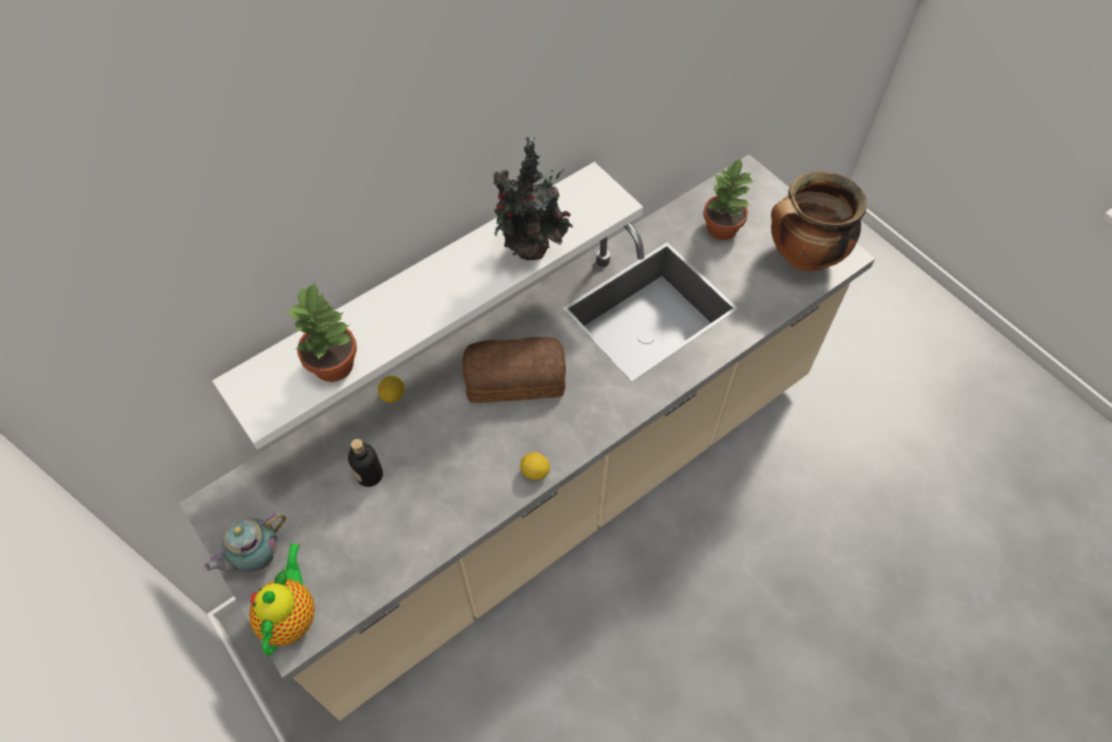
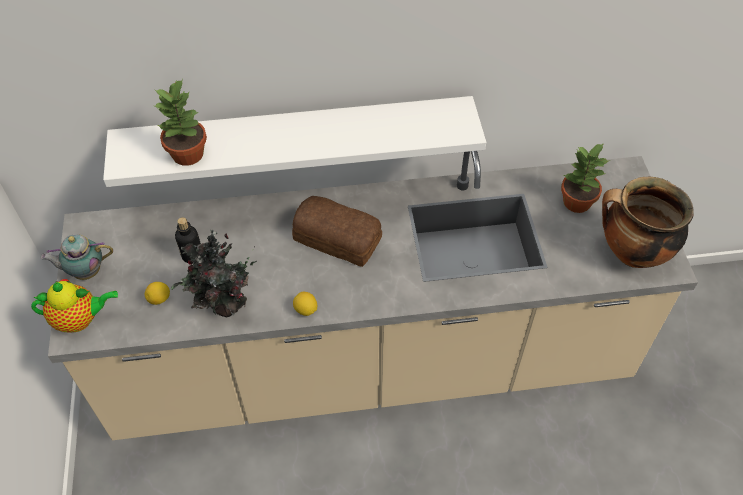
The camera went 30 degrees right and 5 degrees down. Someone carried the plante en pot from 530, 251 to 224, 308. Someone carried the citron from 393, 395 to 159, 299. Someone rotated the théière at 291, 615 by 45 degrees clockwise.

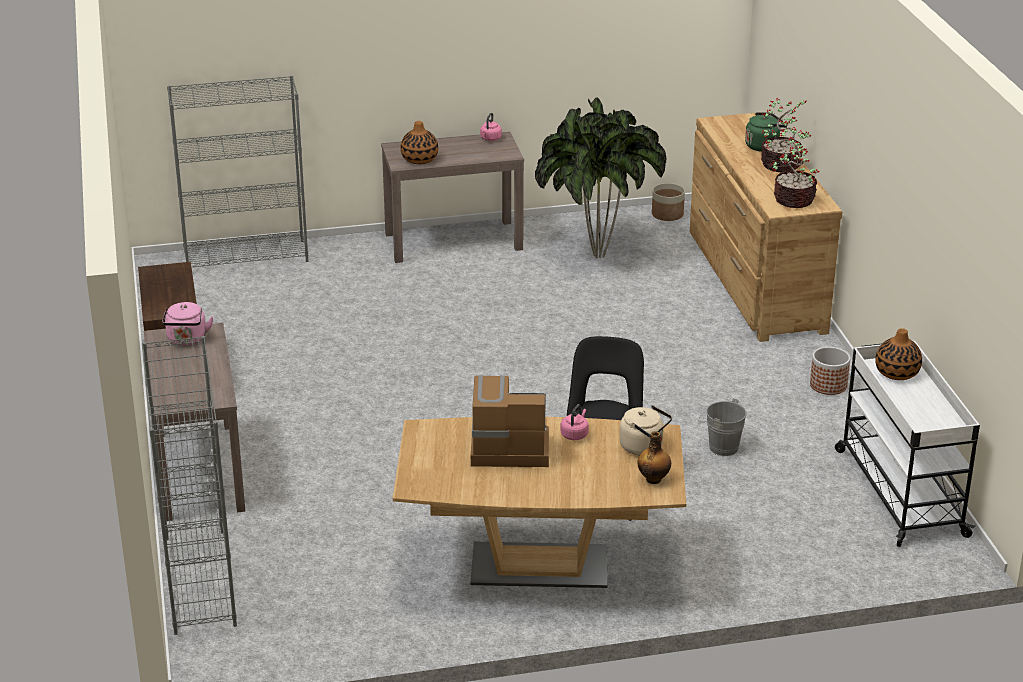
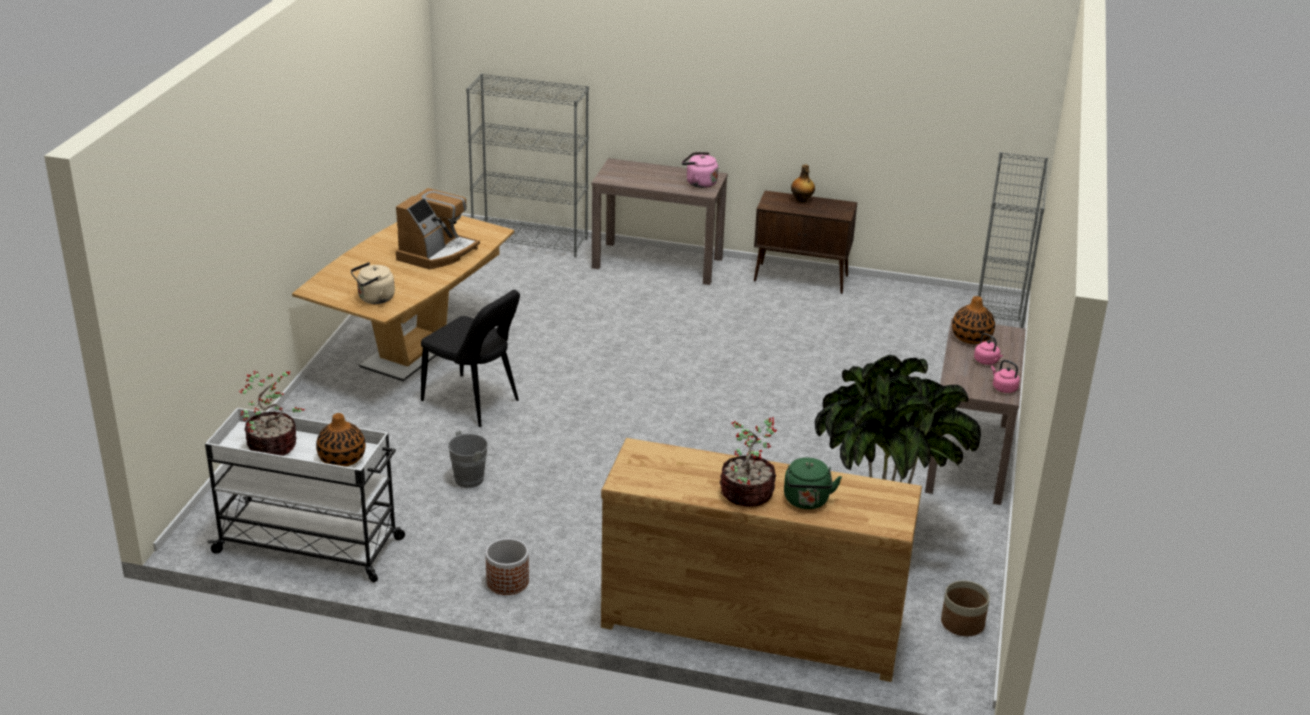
The camera went 115 degrees right and 0 degrees up. Someone carried the plante en pot from 793, 199 to 274, 446. Someone carried the bouilloire/rose from 575, 434 to 987, 361. Someone carried the bouteille from 654, 479 to 801, 200.

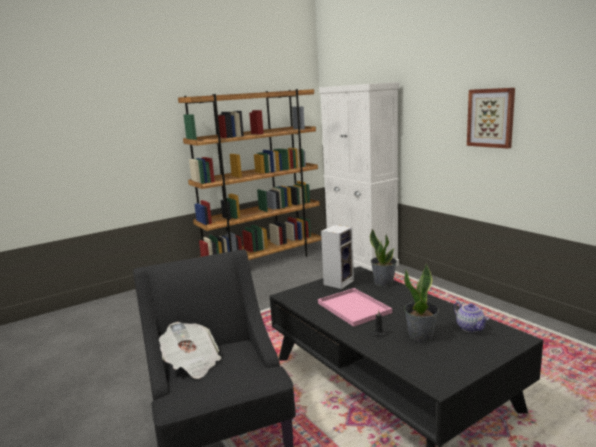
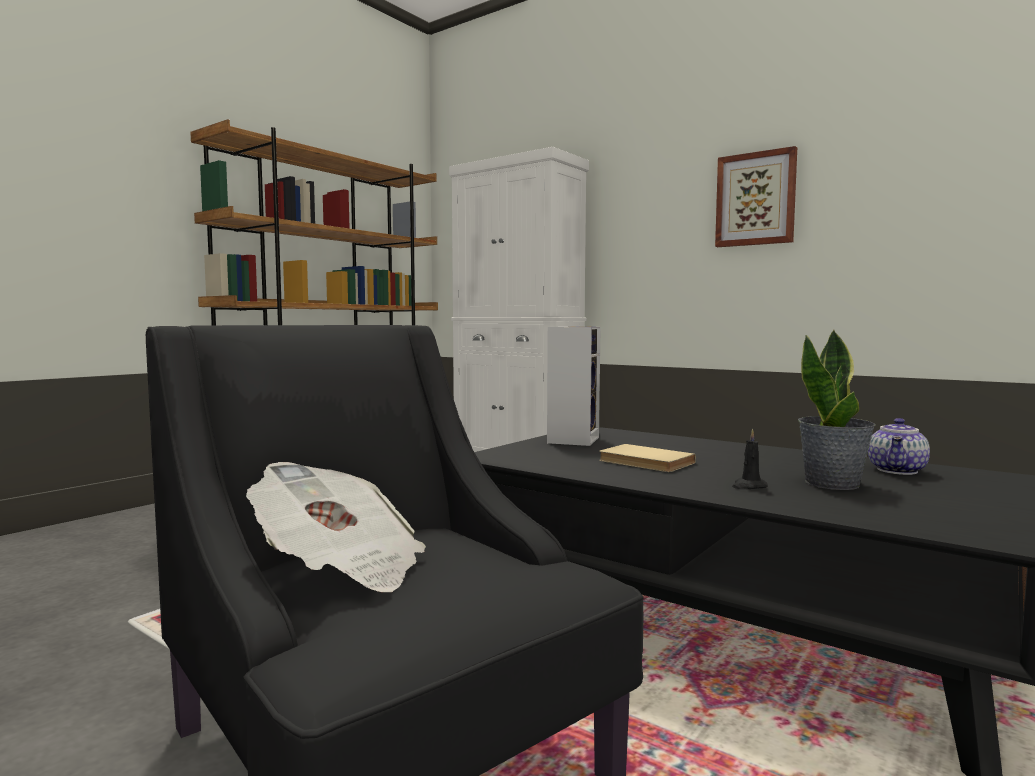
The camera went 20 degrees left and 10 degrees down. Someone took away the plante en pot at 383, 282. Someone swapped the plateau/rose at 352, 307 for the livre/beige at 644, 462. Someone rotated the théière at 470, 328 by 75 degrees clockwise.

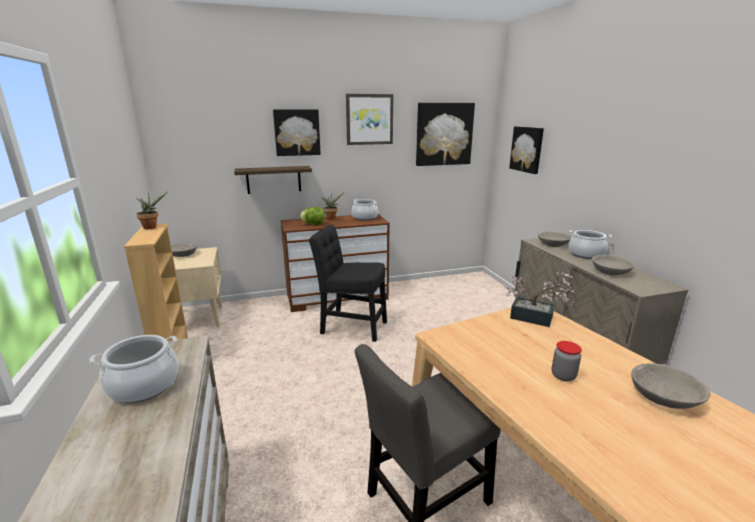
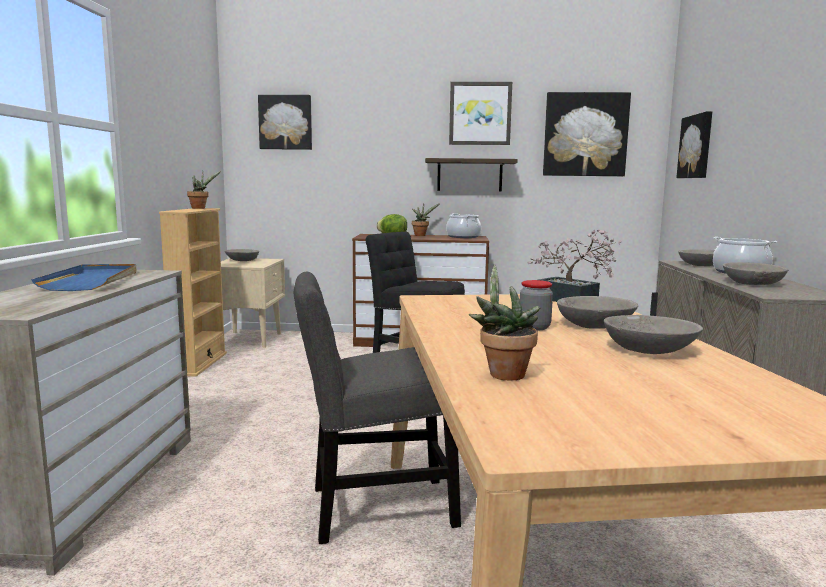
The camera went 20 degrees right and 10 degrees down. Someone carried the tableau from 297, 132 to 285, 122. Someone carried the étagère from 273, 179 to 469, 175. Someone swapped the marmite at 144, 385 for the plateau/bleu at 92, 281. Someone put down the plante en pot at 503, 373. Someone put down the bol/gris at 595, 325.

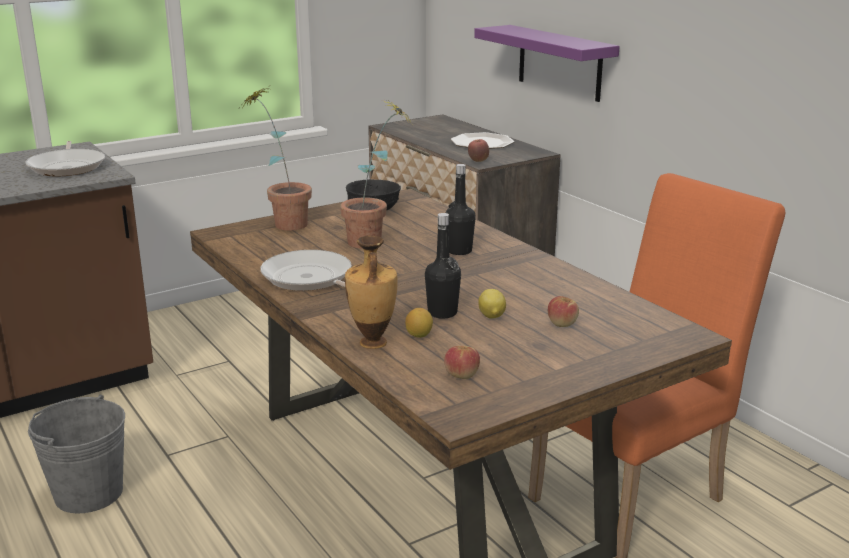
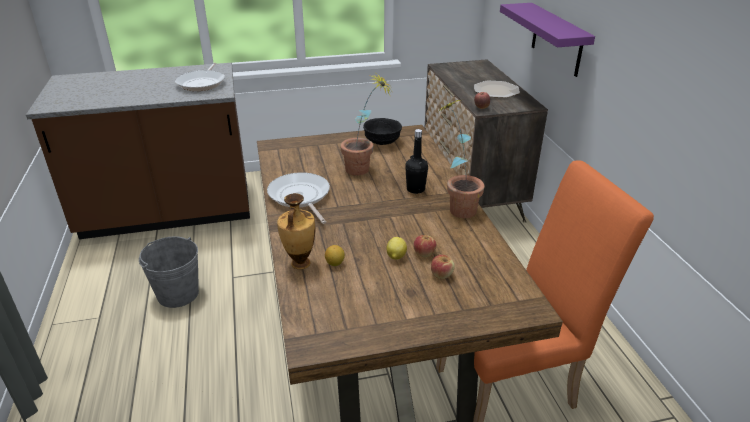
The camera went 20 degrees right and 10 degrees up. Someone carried the plante en pot from 282, 223 to 456, 207. Someone took away the bouteille/noir at 442, 313. Someone carried the pomme from 461, 374 to 424, 253.

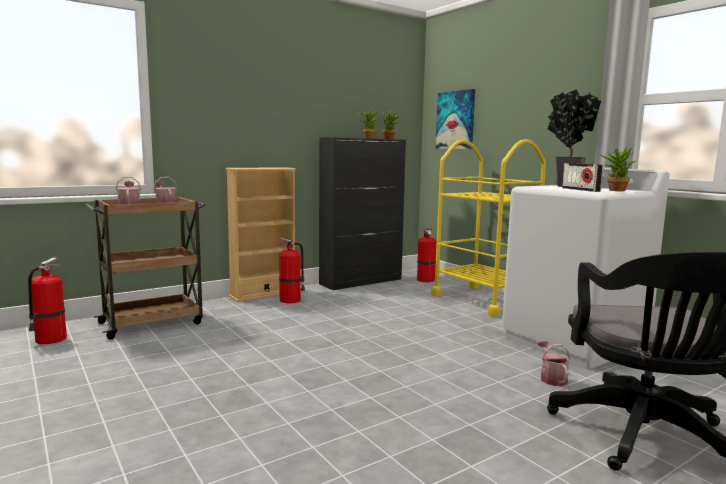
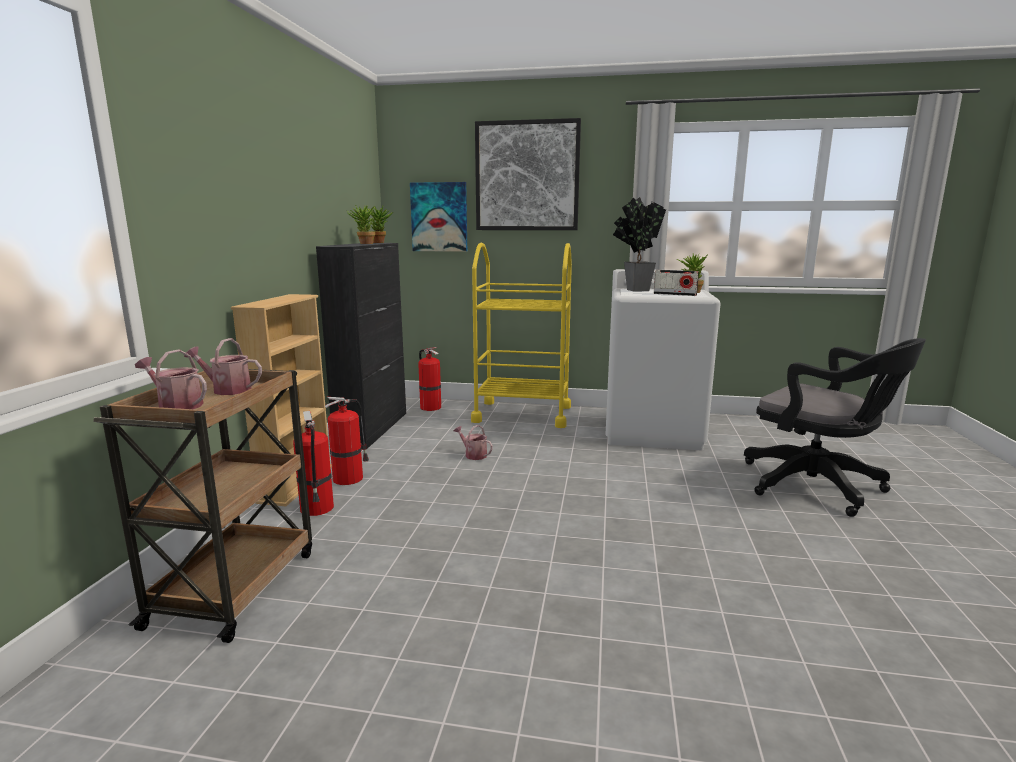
The camera went 45 degrees left and 5 degrees up. Someone carried the extincteur from 49, 339 to 317, 508. Someone carried the arrosoir from 551, 378 to 473, 455. Someone put up the tableau at 527, 176.

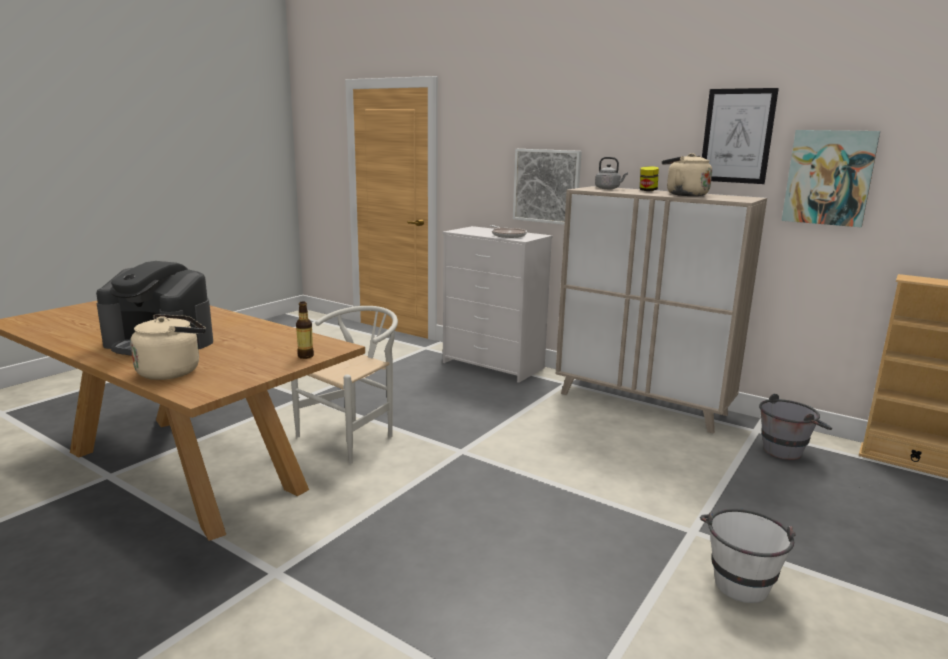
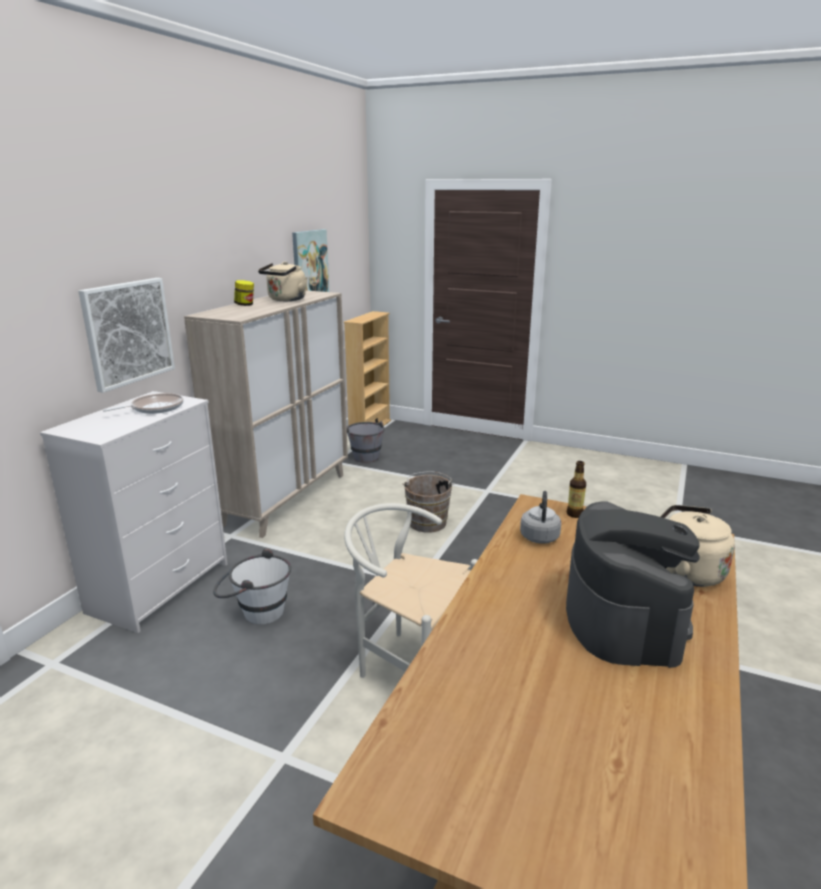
The camera went 100 degrees left and 5 degrees up. Someone took away the tableau at 737, 136. Someone carried the bouilloire/gris from 608, 189 to 539, 536. Someone carried the seau/blanc from 739, 578 to 255, 612. Someone put down the seau/marron at 428, 521.

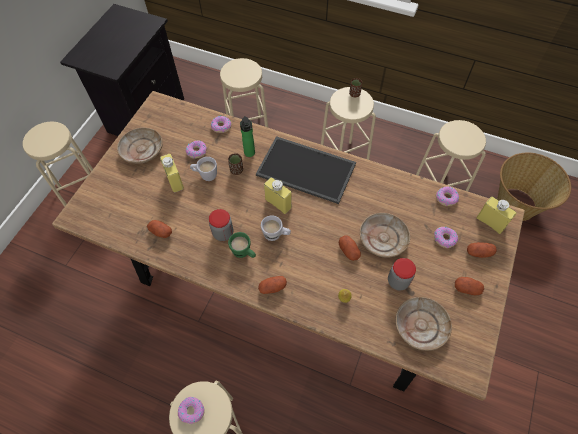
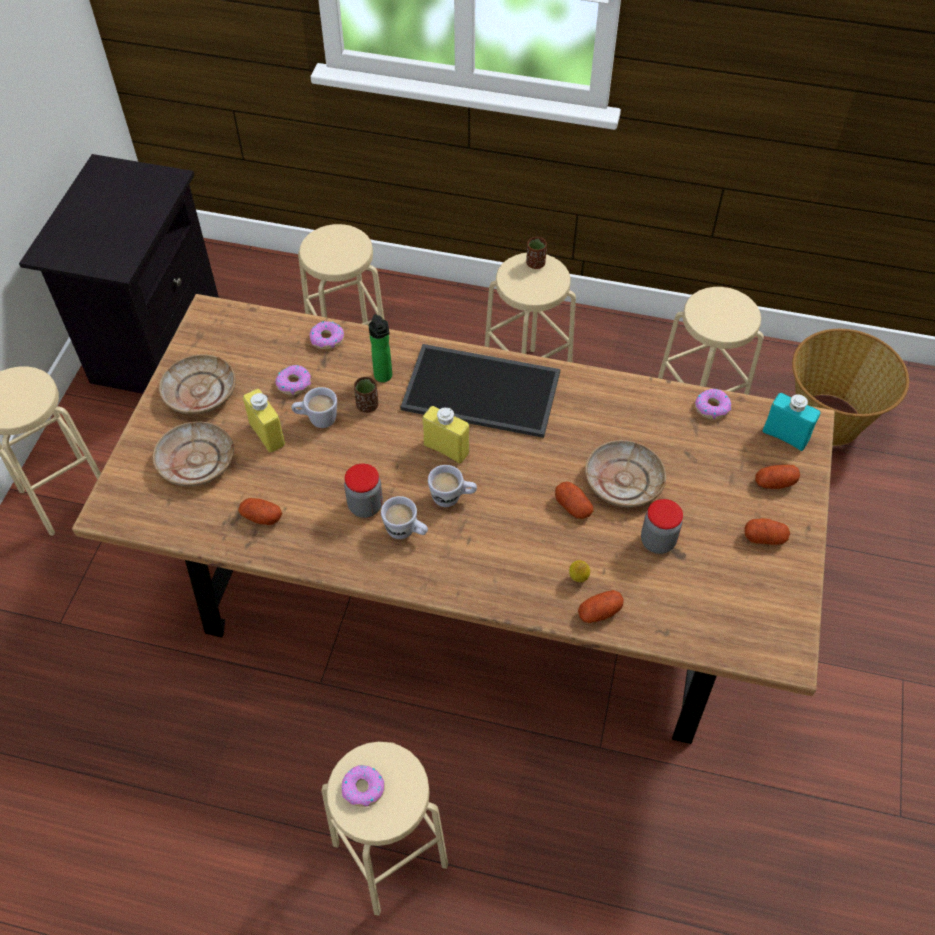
The camera went 10 degrees left and 5 degrees down. Someone repainted the bouteille/jaune at 490, 222, which became the bouteille/turquoise at 785, 436. Someone took away the beignet at 444, 238. Someone repainted the mug/vert at 244, 253, which became the mug/blanc at 406, 532. Someone carried the pomme de terre from 272, 287 to 599, 612. Someone carried the assiette/beige from 420, 326 to 195, 461.

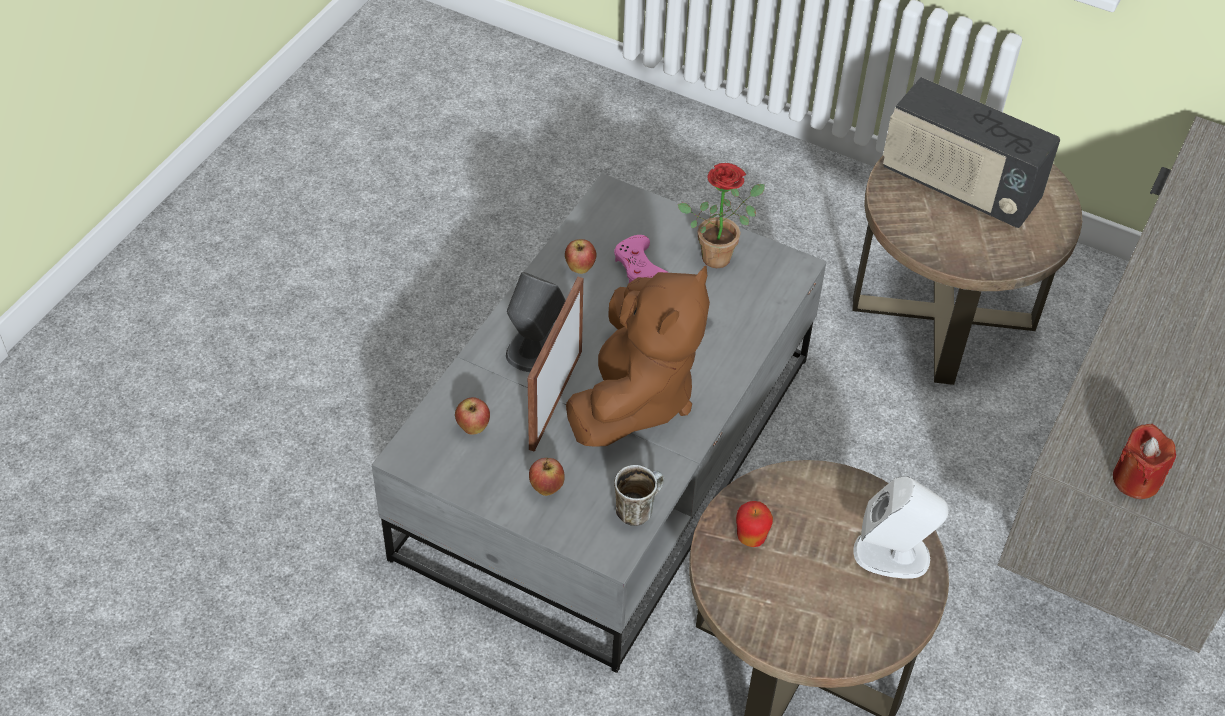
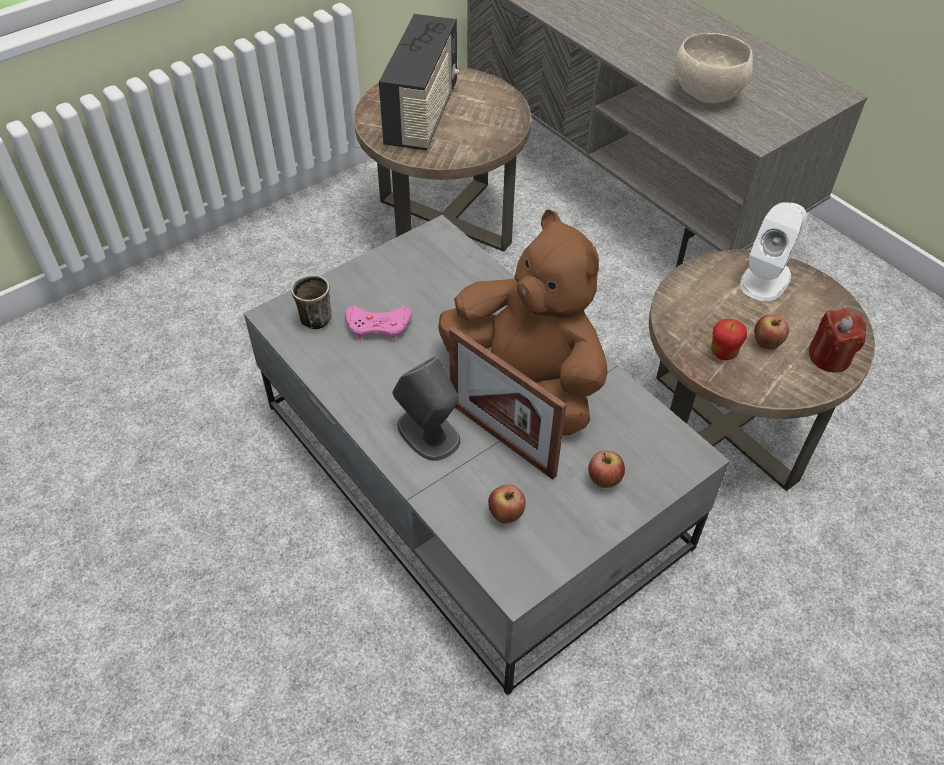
The camera went 65 degrees left and 0 degrees up. Someone rotated the radio at 958, 187 by 45 degrees counterclockwise. Someone took away the plante en pot at 720, 254. Someone carried the pomme from 580, 268 to 766, 344. Someone carried the bougie/rouge from 1136, 480 to 829, 357. Someone carried the mug from 638, 508 to 313, 316. Someone put down the bol/beige at 707, 96.

